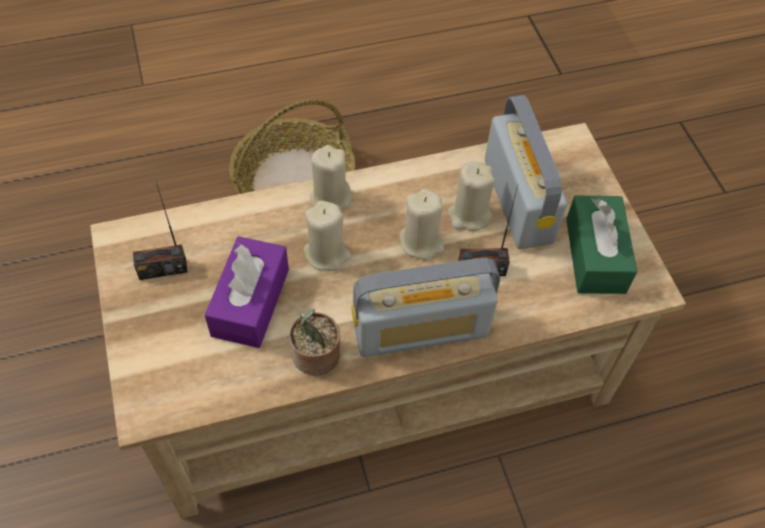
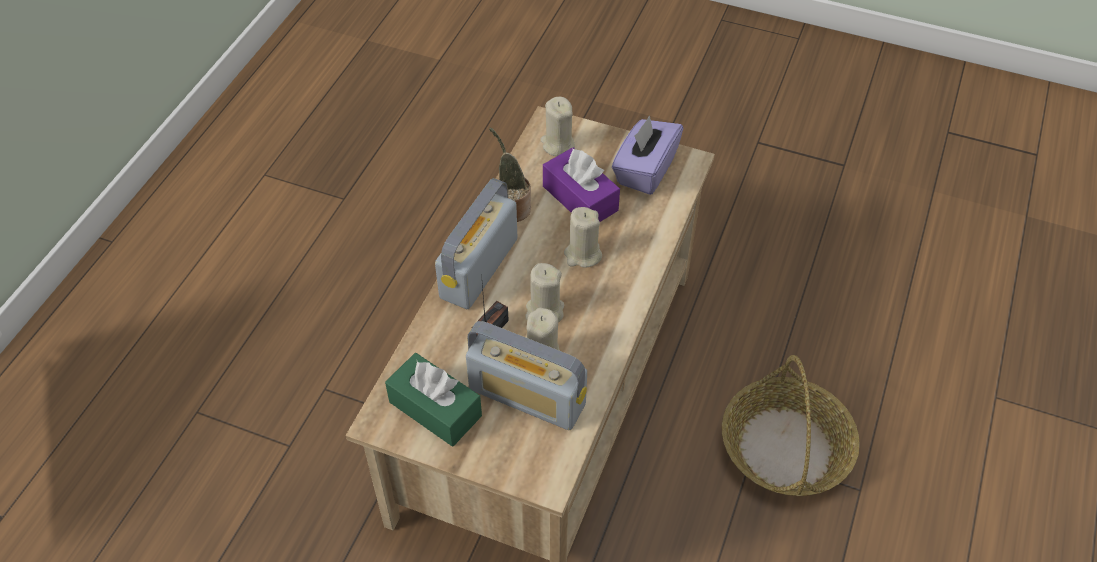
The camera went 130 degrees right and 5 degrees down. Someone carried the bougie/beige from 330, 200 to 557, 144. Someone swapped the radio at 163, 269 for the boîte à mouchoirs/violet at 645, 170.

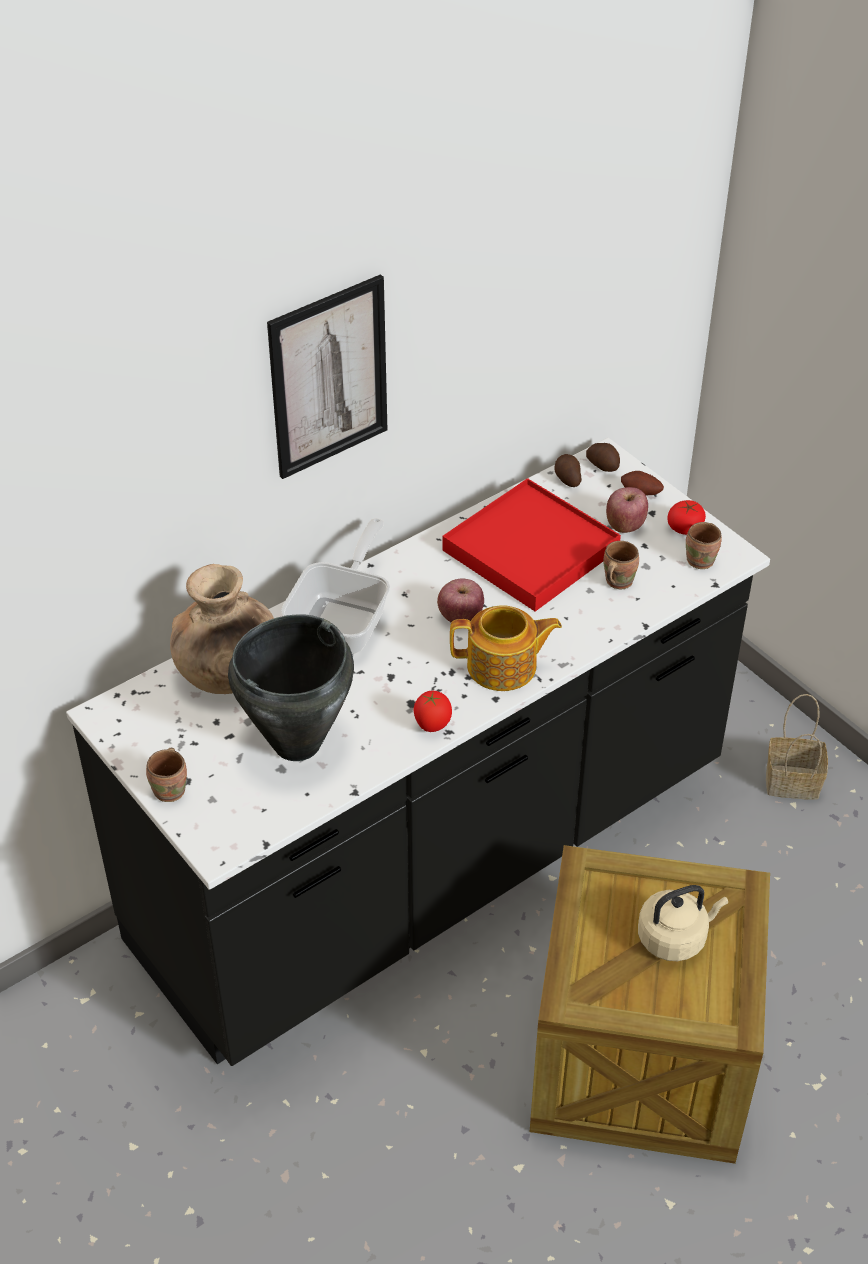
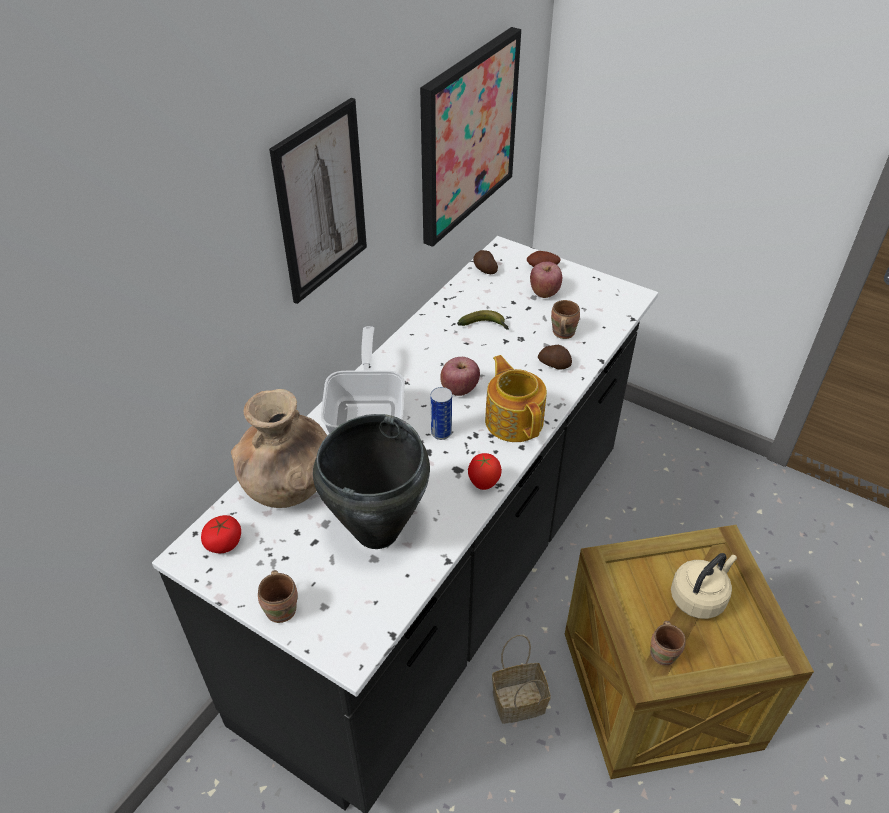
The camera went 20 degrees left and 0 degrees up. Someone carried the pomme de terre from 603, 465 to 554, 364. Someone swapped the plateau/rouge at 530, 550 for the banane at 485, 326. Someone carried the tomate from 685, 527 to 224, 543. Someone carried the mug/marron from 702, 560 to 664, 653. Someone rotated the théière at 503, 667 by 90 degrees counterclockwise. Someone carried the panier from 790, 783 to 517, 703. Someone put up the tableau at 466, 136. Someone put down the boîte métallique at 441, 433.

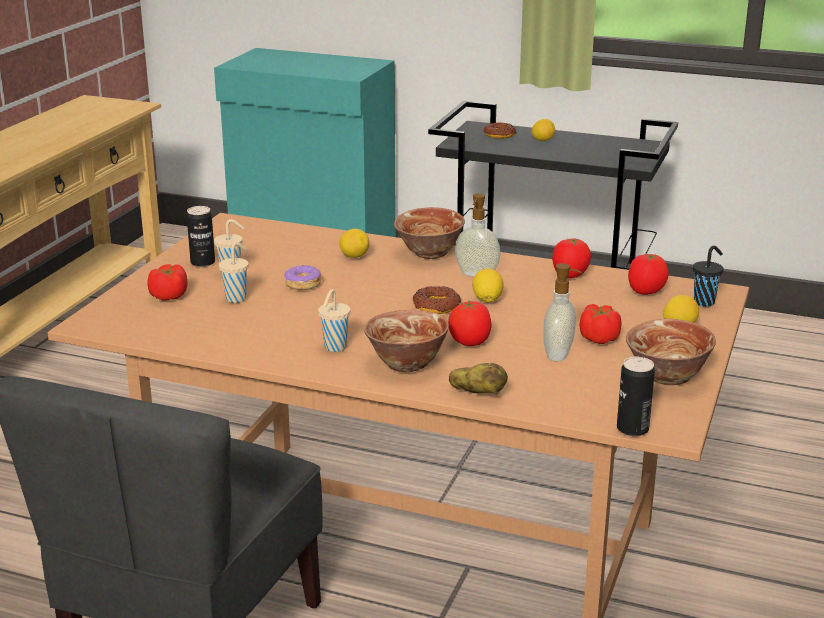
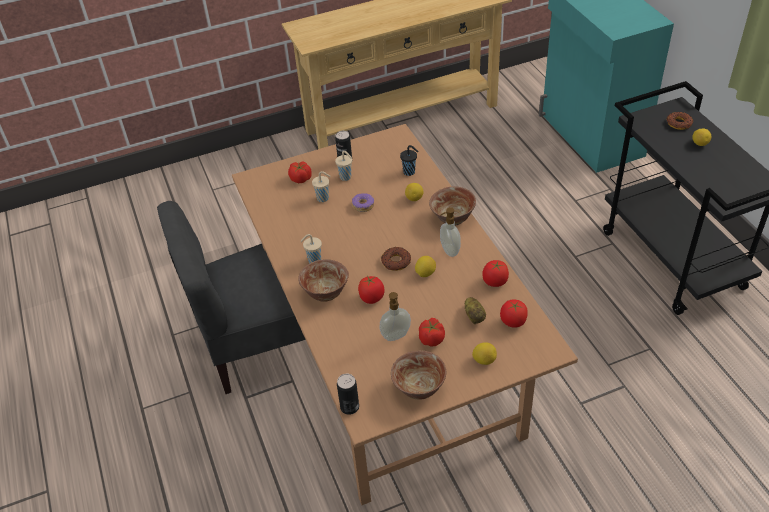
The camera went 50 degrees right and 20 degrees up. Someone carried the tasse/noir from 705, 302 to 410, 172. Someone carried the pomme de terre from 478, 393 to 474, 316.

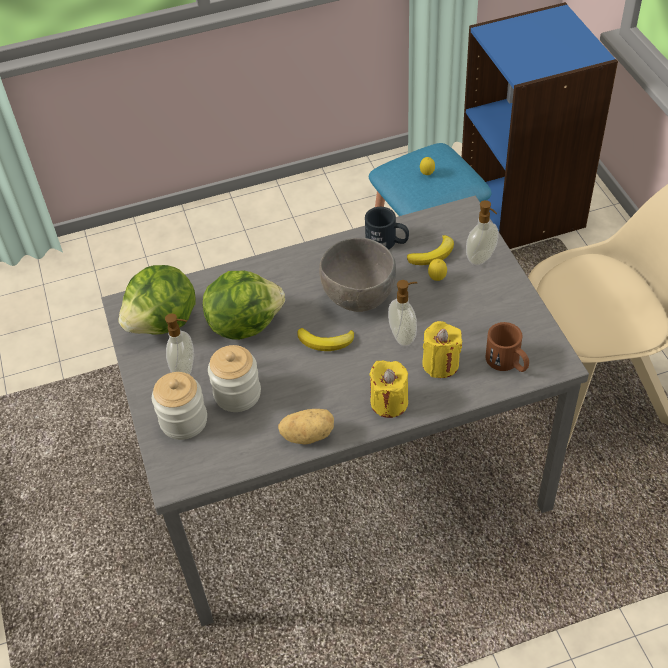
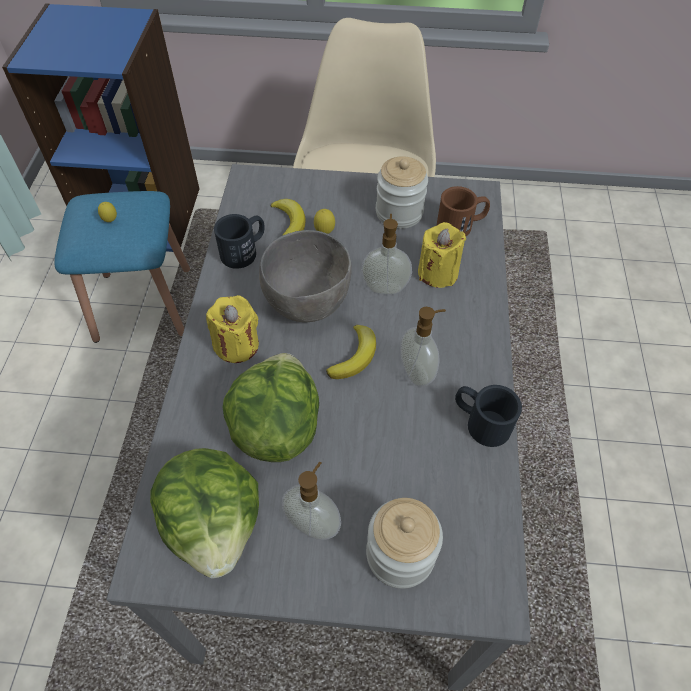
The camera went 70 degrees left and 5 degrees up. Someone carried the distributeur de savon from 481, 258 to 417, 372. Someone carried the bocal from 237, 394 to 399, 212. Someone carried the bougie/jaune from 389, 402 to 237, 345. Someone swapped the pomme de terre at 308, 434 for the mug/noir at 480, 421.

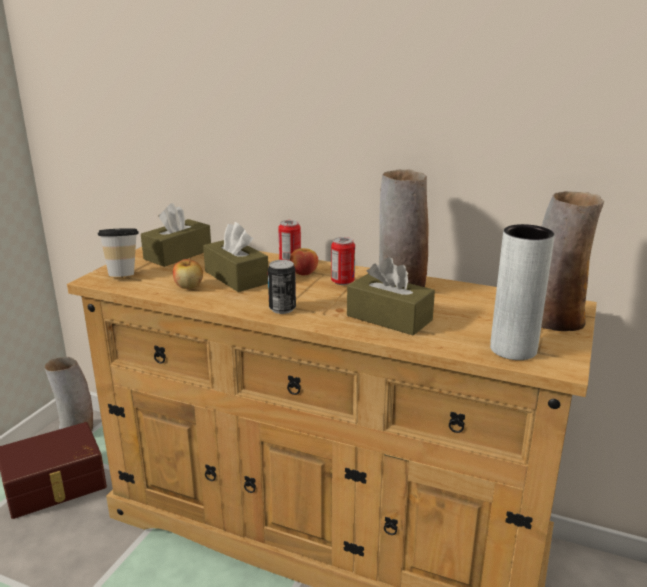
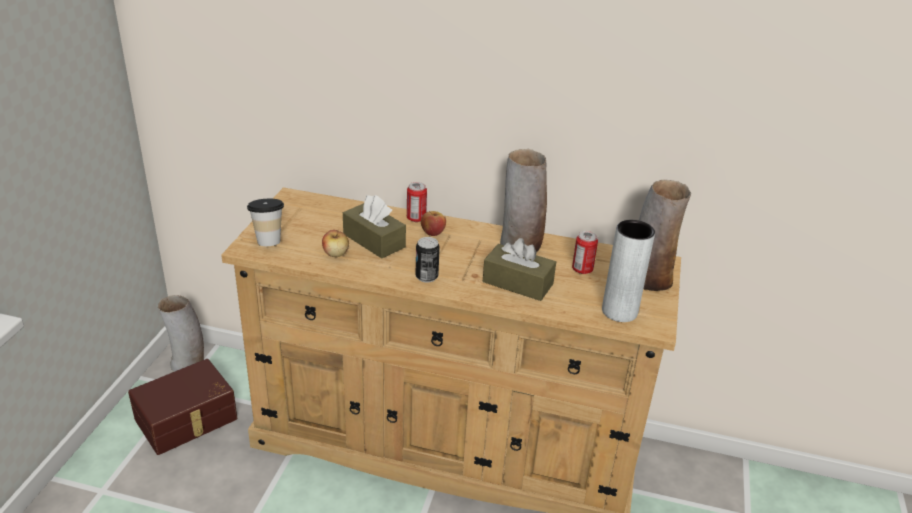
The camera went 10 degrees left and 10 degrees up. Someone took away the boîte à mouchoirs/marron at 178, 254. Someone carried the boîte métallique from 342, 282 to 582, 269.

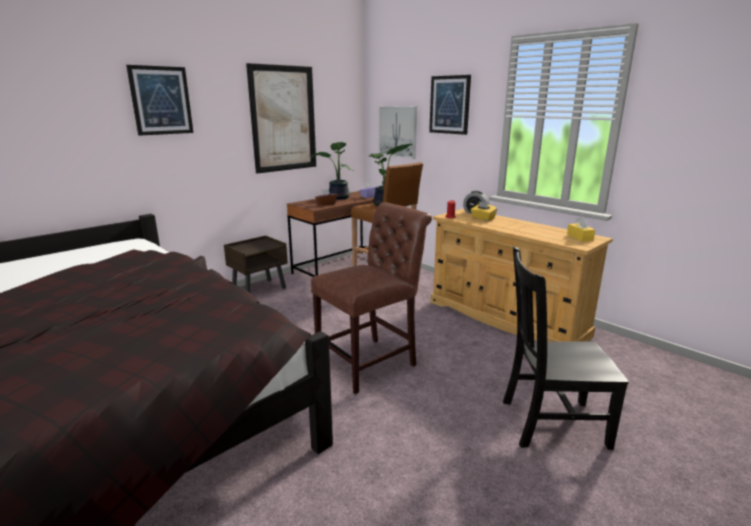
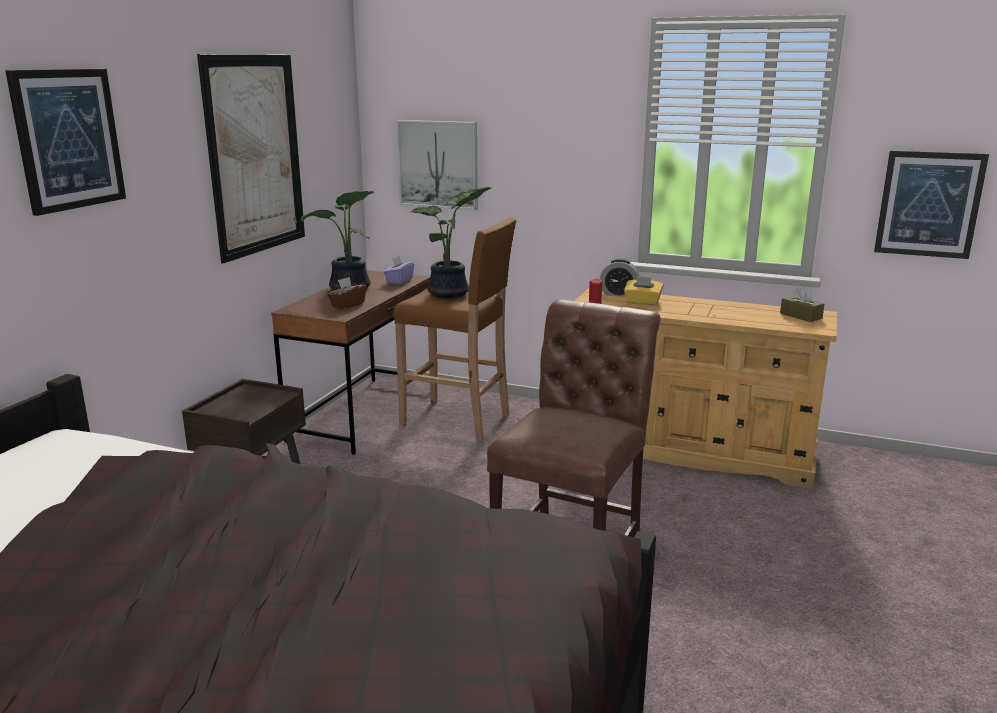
The camera went 25 degrees left and 0 degrees up. Someone carried the tableau from 449, 105 to 929, 204. Someone repainted the boîte à mouchoirs/jaune at 580, 237, which became the boîte à mouchoirs/marron at 801, 316. Someone took away the chaise/noir at 549, 423.

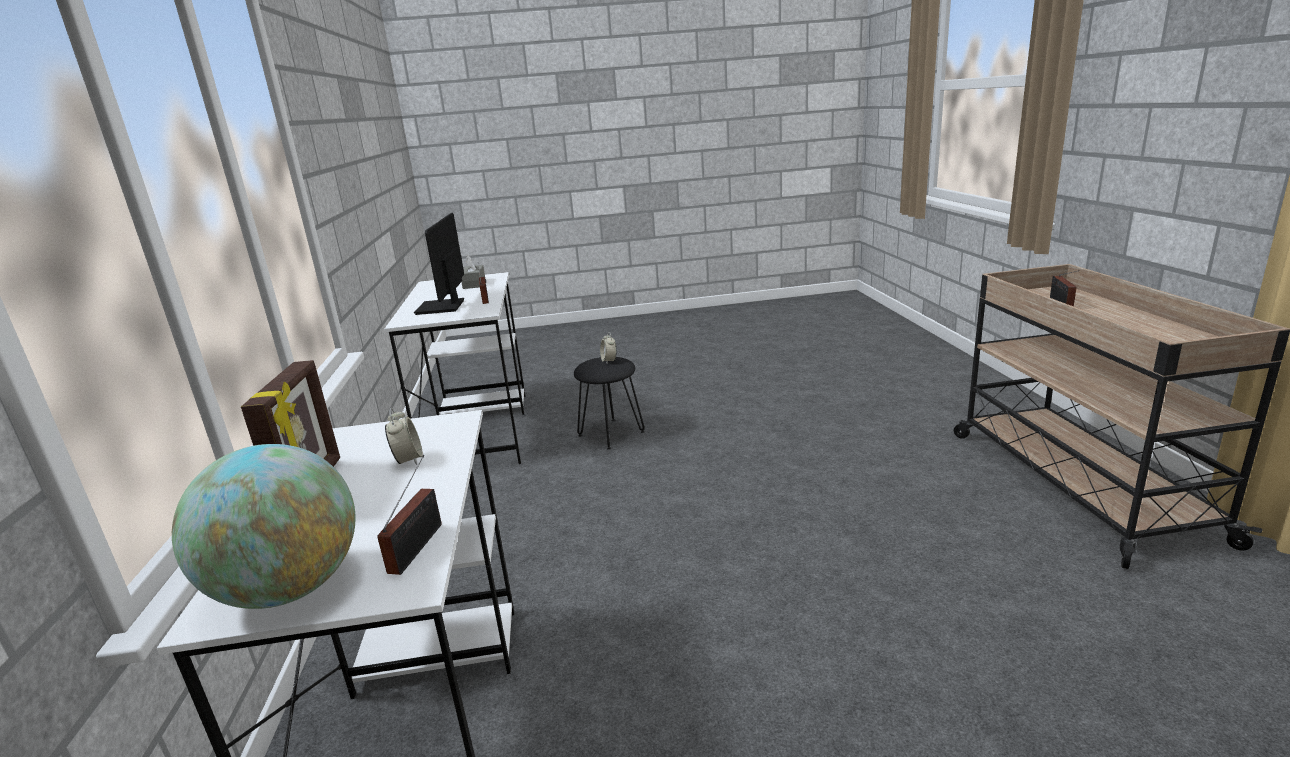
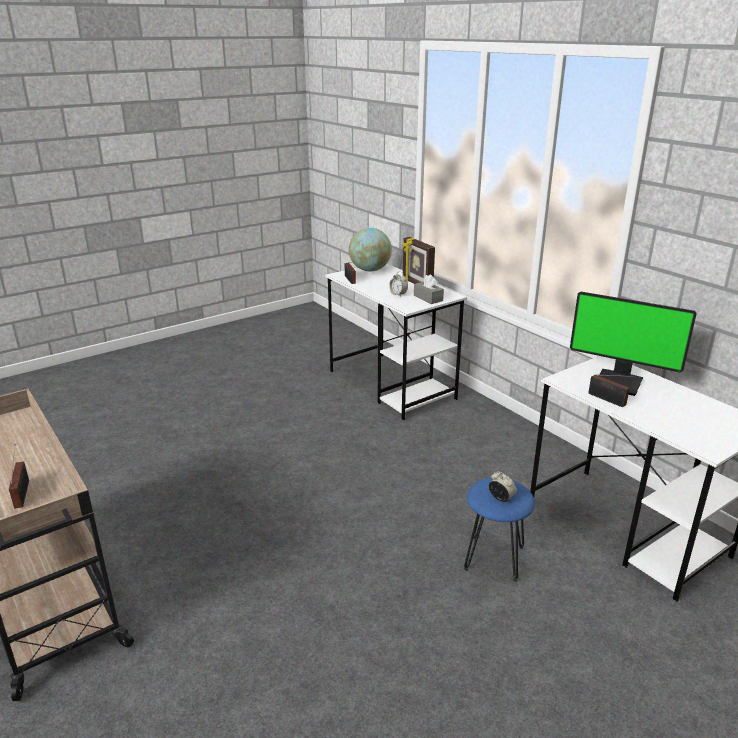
The camera went 150 degrees right and 5 degrees up. Someone rotated the écran d'ordinateur at 443, 307 by 150 degrees clockwise. Someone carried the boîte à mouchoirs/gris from 474, 284 to 428, 298. Someone repainted the tabouret/noir at 611, 434, which became the tabouret/bleu at 493, 558.

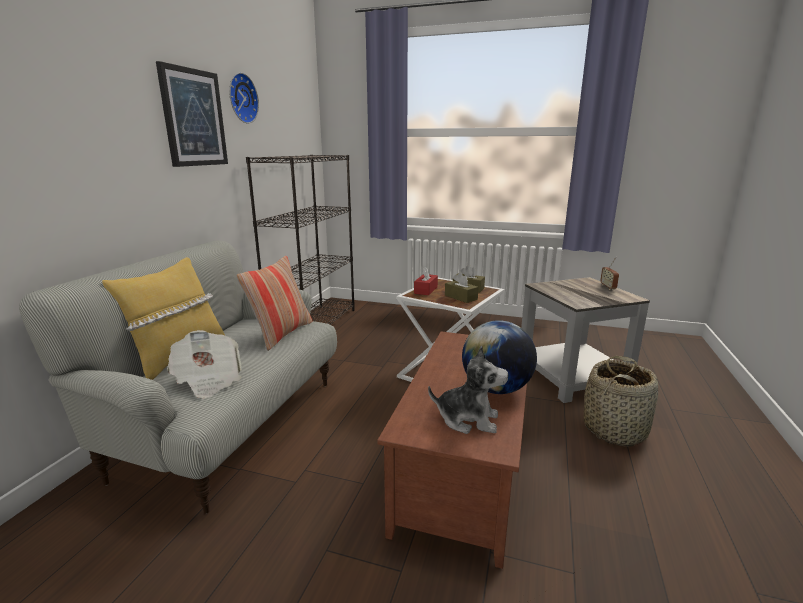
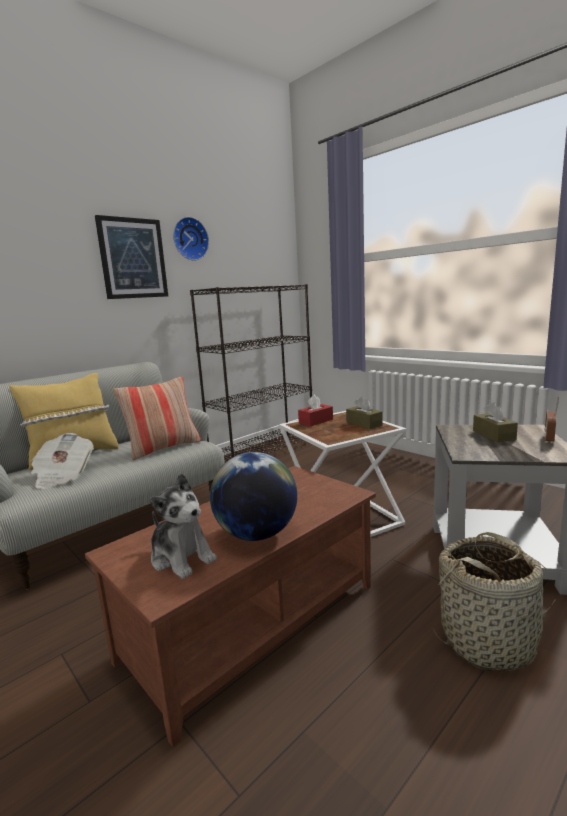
The camera went 30 degrees right and 5 degrees down. Someone carried the boîte à mouchoirs/marron from 461, 297 to 493, 435.

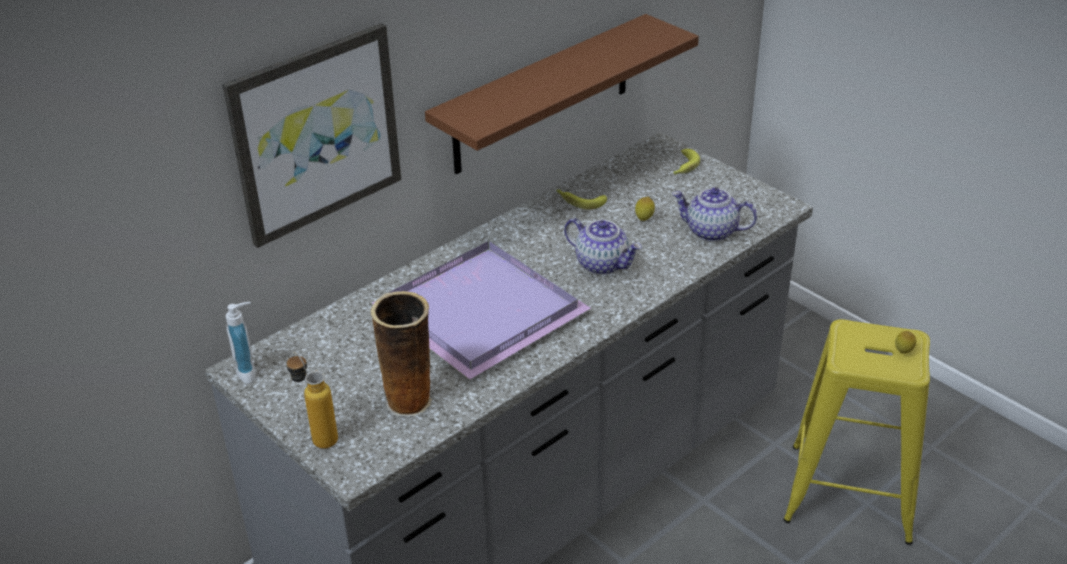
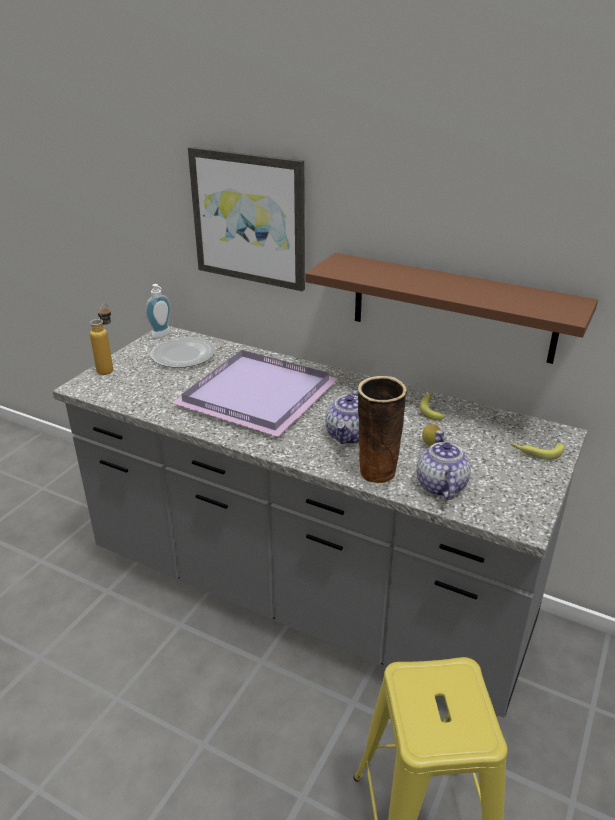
The camera went 70 degrees right and 5 degrees down. Someone carried the vase from 410, 402 to 376, 474. Someone took away the citron at 903, 353. Someone put down the assiette at 184, 355.

